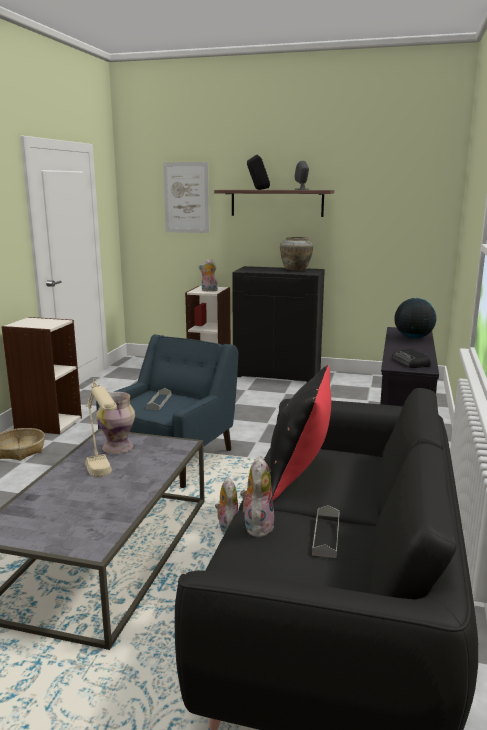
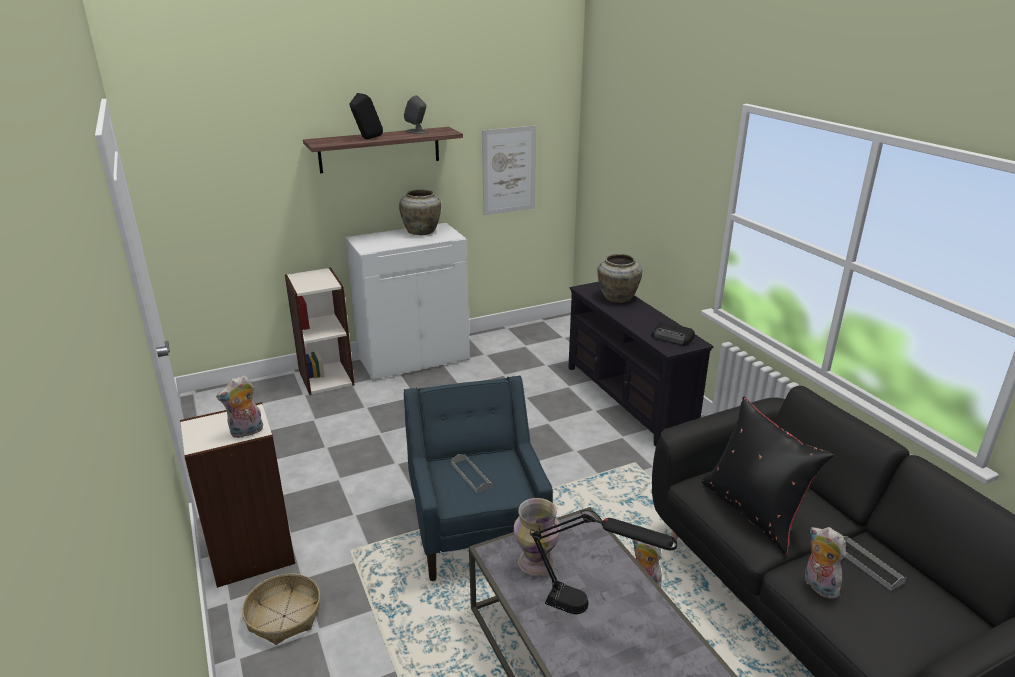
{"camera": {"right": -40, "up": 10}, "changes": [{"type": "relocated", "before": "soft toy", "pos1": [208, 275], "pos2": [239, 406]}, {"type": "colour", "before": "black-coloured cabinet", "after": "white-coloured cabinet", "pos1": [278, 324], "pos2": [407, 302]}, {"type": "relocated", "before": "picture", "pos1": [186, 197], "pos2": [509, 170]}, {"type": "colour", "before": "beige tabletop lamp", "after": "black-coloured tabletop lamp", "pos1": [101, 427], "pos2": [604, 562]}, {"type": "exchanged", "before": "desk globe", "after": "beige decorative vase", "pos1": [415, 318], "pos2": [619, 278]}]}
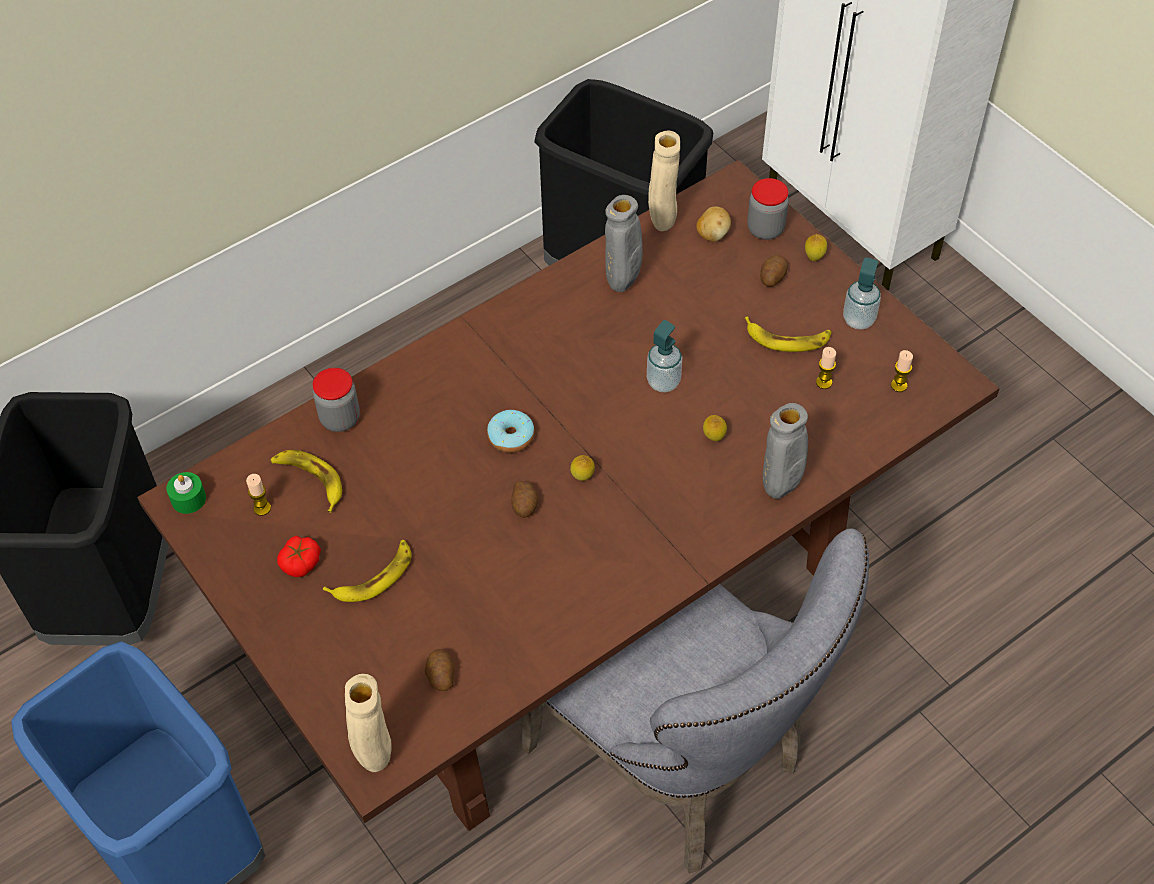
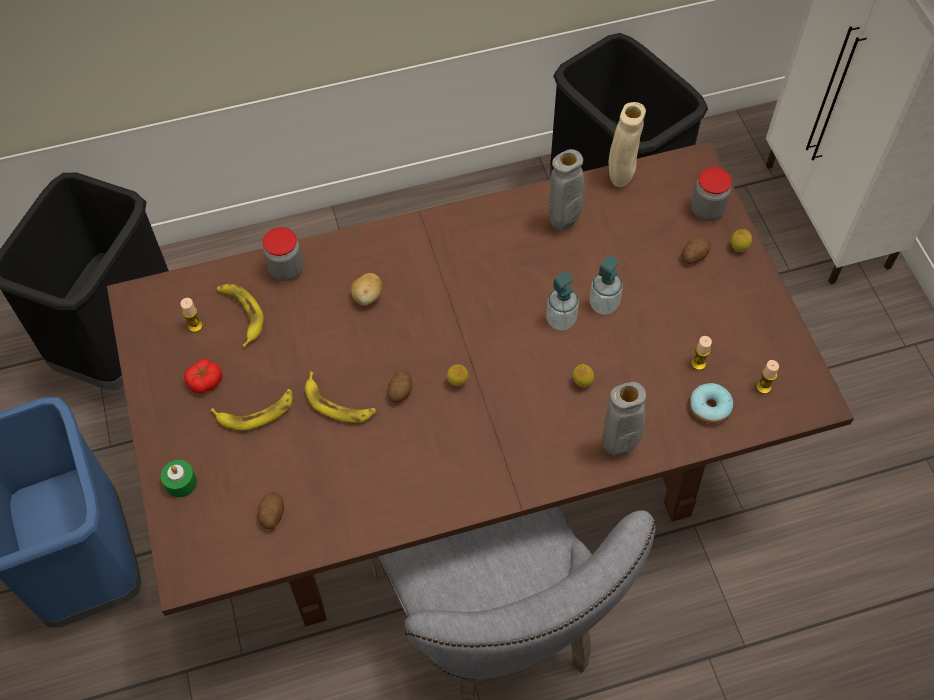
{"camera": {"right": 20, "up": 5}, "changes": [{"type": "relocated", "before": "green wax candle", "pos1": [186, 493], "pos2": [179, 479]}, {"type": "relocated", "before": "banana fruit", "pos1": [788, 334], "pos2": [340, 397]}, {"type": "relocated", "before": "spud", "pos1": [713, 223], "pos2": [367, 289]}, {"type": "relocated", "before": "soap dispenser", "pos1": [862, 293], "pos2": [606, 285]}, {"type": "relocated", "before": "ring doughnut", "pos1": [511, 431], "pos2": [711, 403]}, {"type": "missing", "before": "beige decorative vase", "pos1": [368, 723]}]}
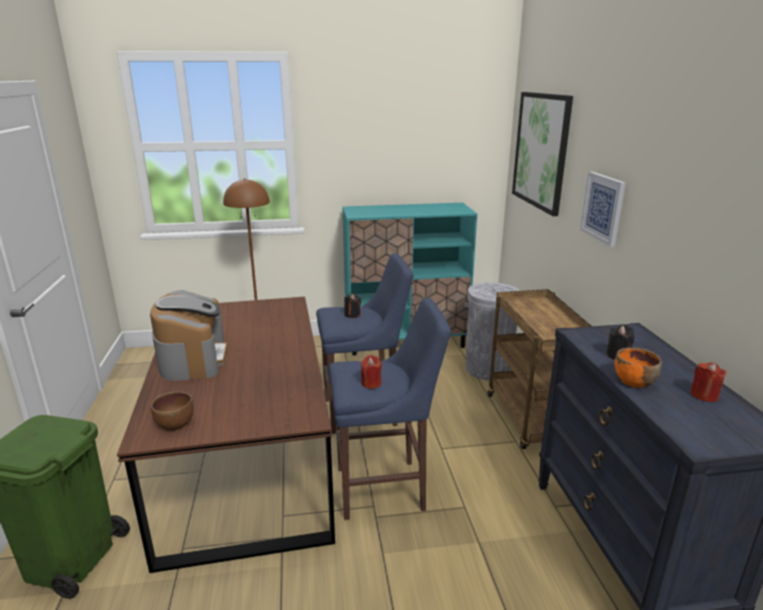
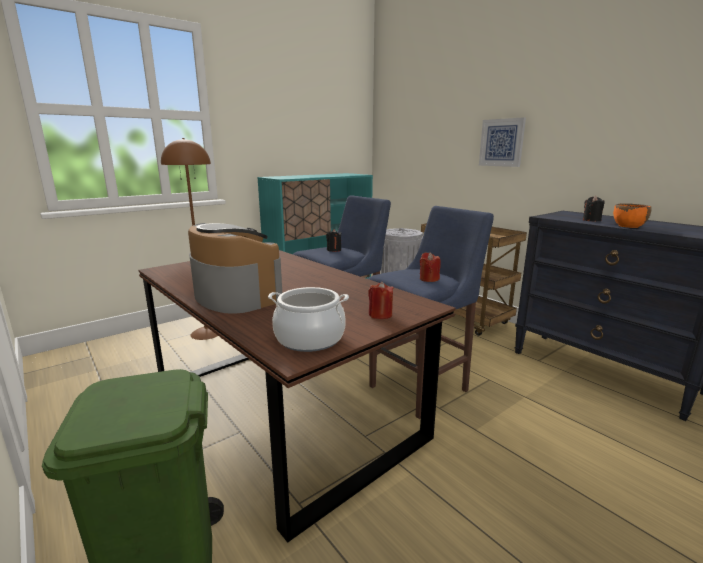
{"camera": {"right": -30, "up": -5}, "changes": [{"type": "exchanged", "before": "brownish serving bowl", "after": "cooking pot", "pos1": [172, 411], "pos2": [308, 319]}, {"type": "relocated", "before": "reddish wax candle", "pos1": [708, 382], "pos2": [381, 300]}, {"type": "missing", "before": "picture", "pos1": [542, 154]}]}
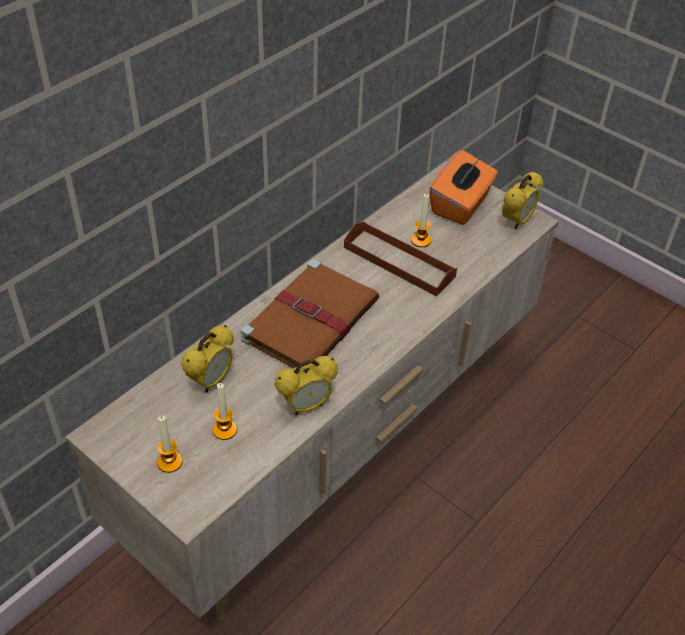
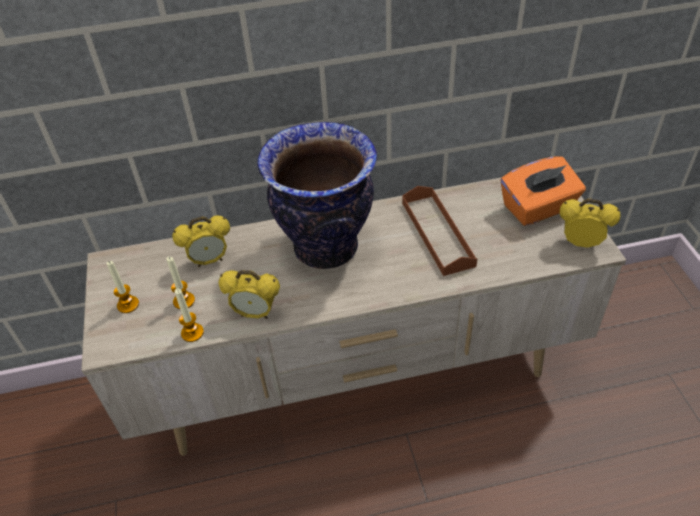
{"camera": {"right": 40, "up": 0}, "changes": [{"type": "relocated", "before": "wax candle", "pos1": [421, 220], "pos2": [189, 315]}, {"type": "exchanged", "before": "brownish volume", "after": "decorative vase", "pos1": [310, 314], "pos2": [317, 195]}, {"type": "spun", "before": "table clock", "pos1": [522, 200], "pos2": [590, 223], "turn": -150}]}
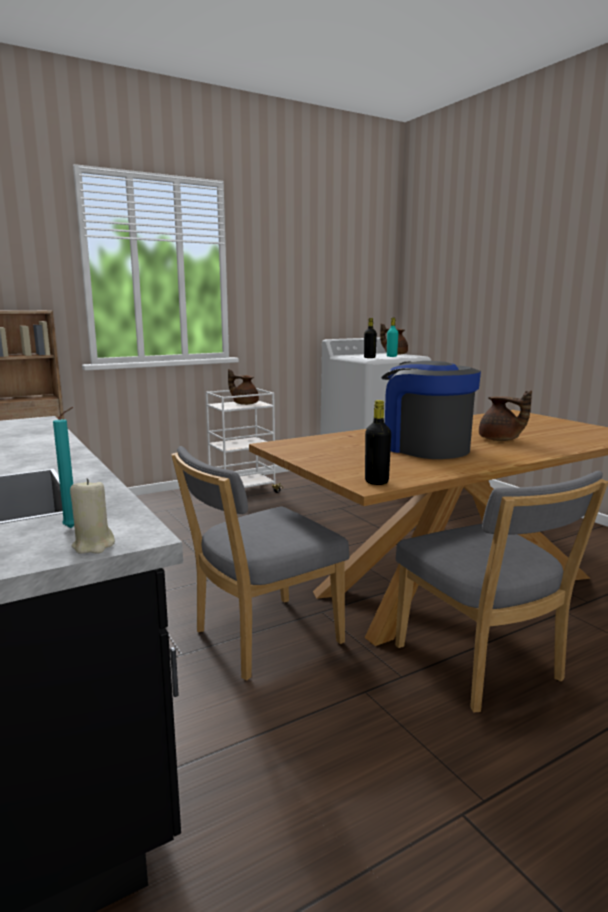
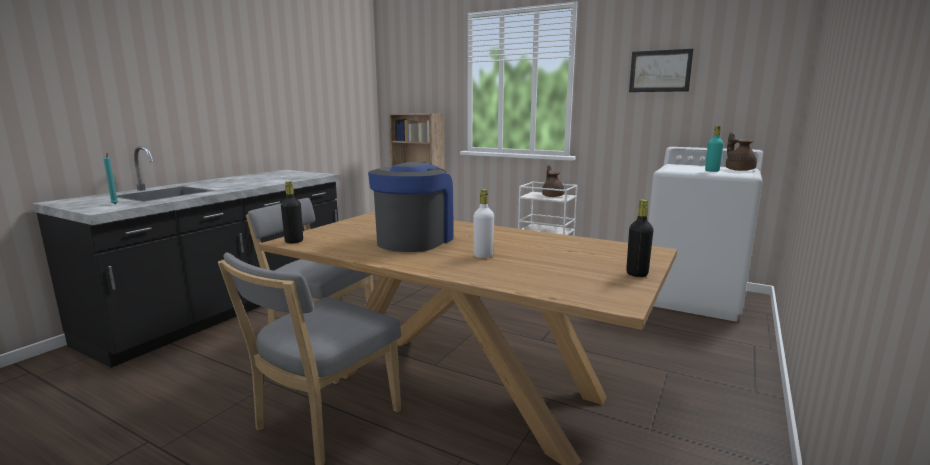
{"camera": {"right": 60, "up": 0}, "changes": [{"type": "exchanged", "before": "brownish pot for tea", "after": "white-coloured bottle", "pos1": [505, 415], "pos2": [484, 223]}, {"type": "relocated", "before": "black-coloured bottle", "pos1": [370, 338], "pos2": [639, 238]}, {"type": "appeared", "after": "picture", "pos2": [661, 70]}, {"type": "missing", "before": "beige wax candle", "pos1": [92, 516]}]}
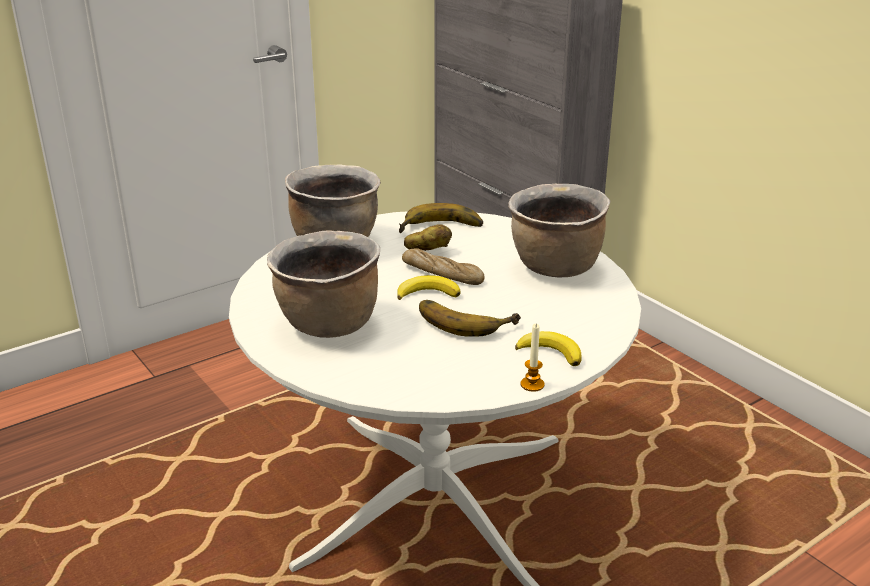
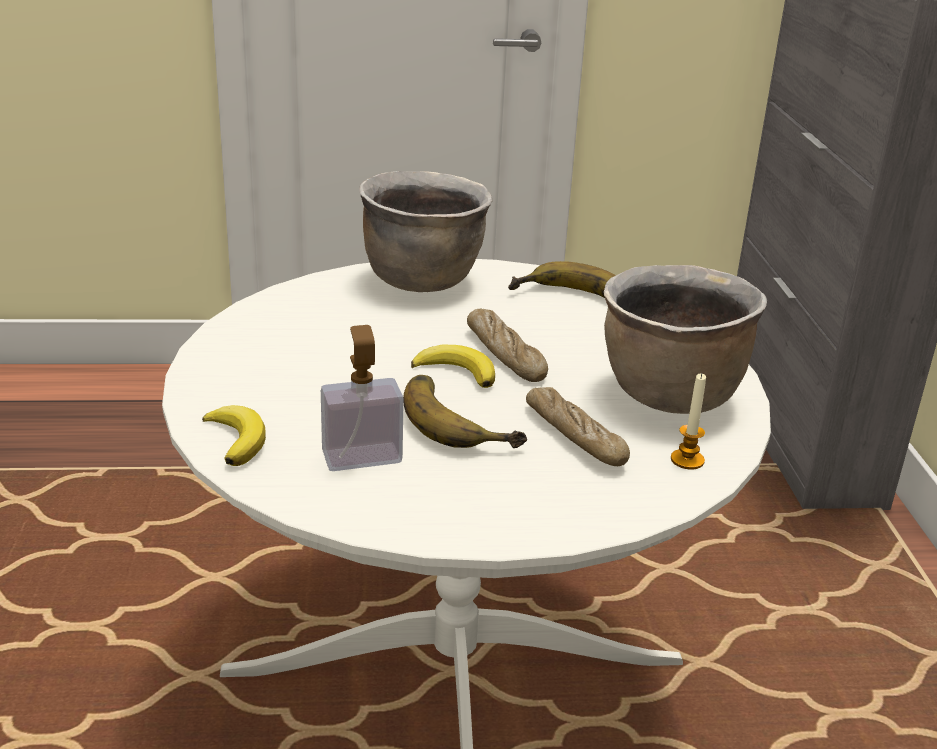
{"camera": {"right": 30, "up": 0}, "changes": [{"type": "relocated", "before": "banana fruit", "pos1": [548, 348], "pos2": [234, 435]}, {"type": "appeared", "after": "soap dispenser", "pos2": [362, 398]}, {"type": "appeared", "after": "baked bread", "pos2": [578, 426]}, {"type": "relocated", "before": "wax candle", "pos1": [532, 358], "pos2": [688, 421]}, {"type": "missing", "before": "brownish cooking pot", "pos1": [323, 284]}, {"type": "missing", "before": "spud", "pos1": [428, 237]}]}
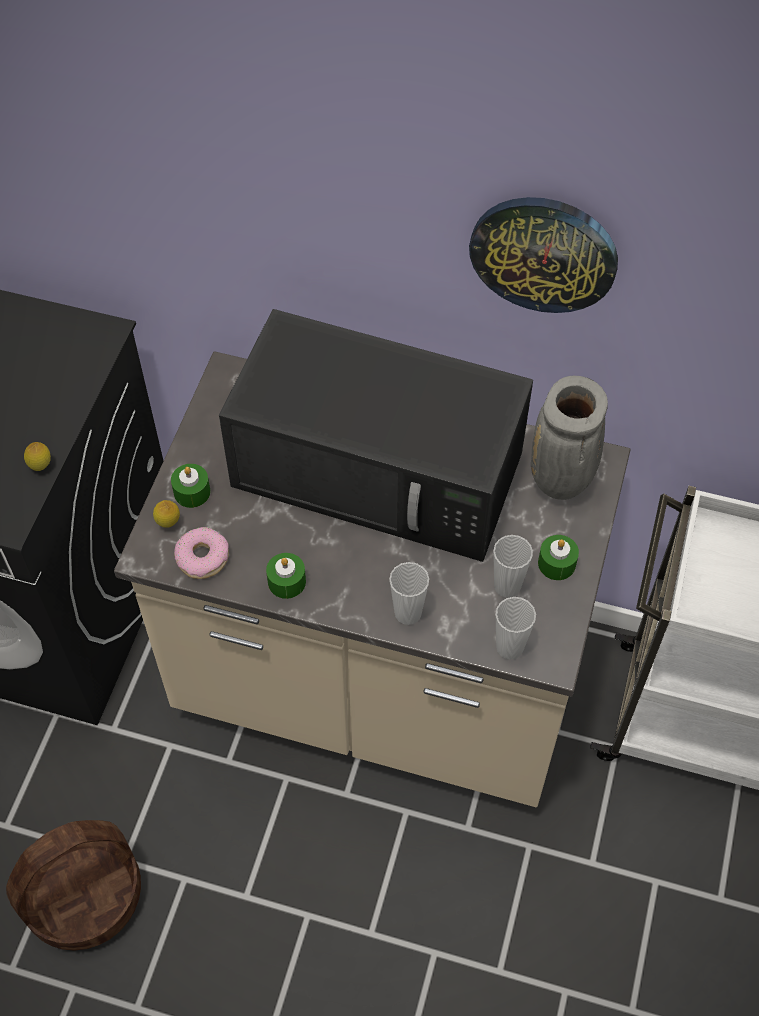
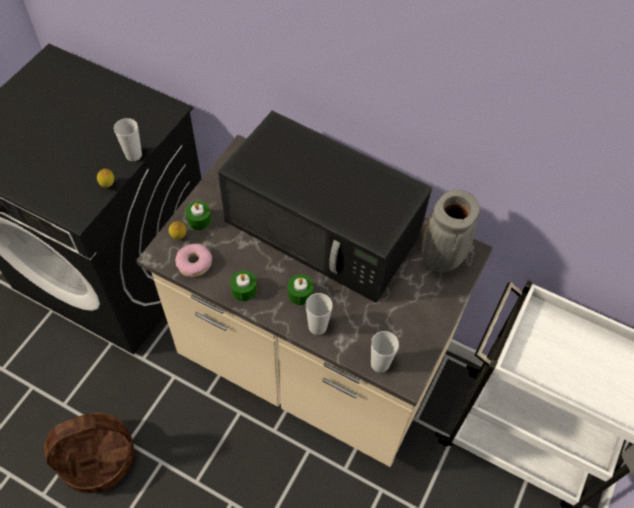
{"camera": {"right": 10, "up": 0}, "changes": [{"type": "relocated", "before": "drinking cup", "pos1": [513, 566], "pos2": [128, 139]}, {"type": "relocated", "before": "green wax candle", "pos1": [558, 557], "pos2": [301, 289]}, {"type": "missing", "before": "hanging clock", "pos1": [543, 255]}]}
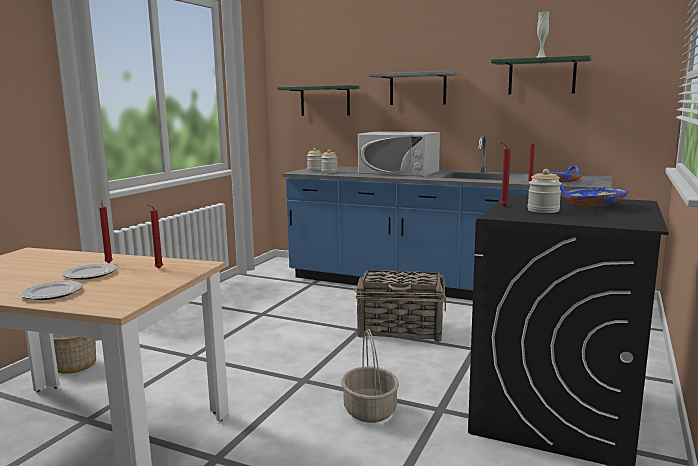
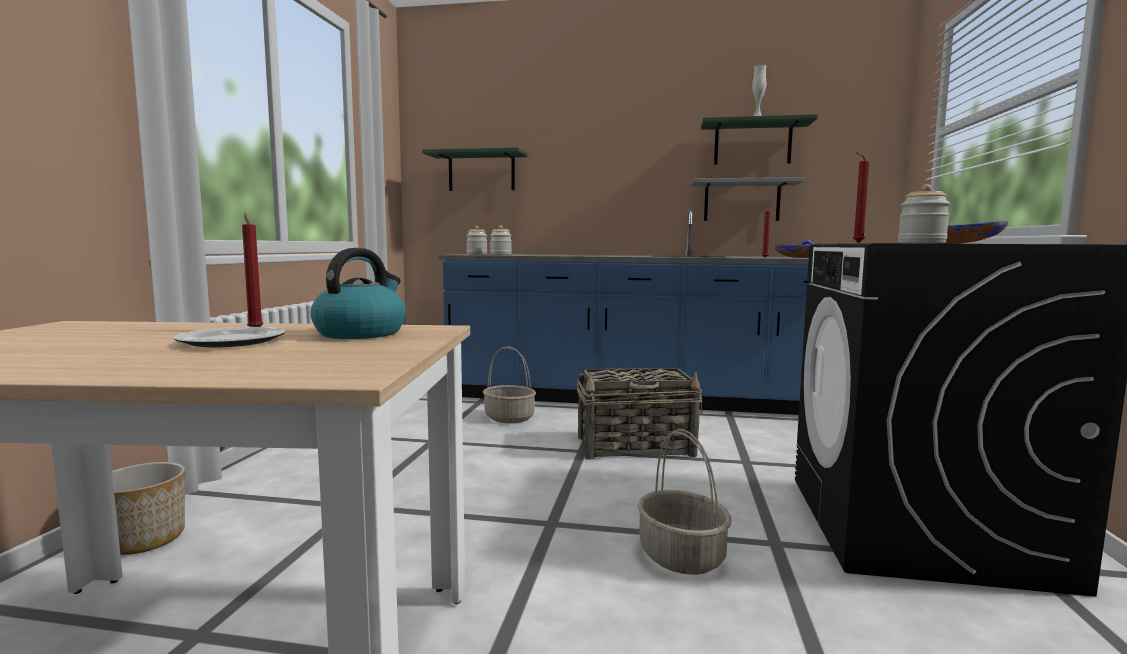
{"camera": {"right": -15, "up": -5}, "changes": [{"type": "exchanged", "before": "reddish wax candle", "after": "kettle", "pos1": [155, 236], "pos2": [358, 293]}, {"type": "appeared", "after": "basket", "pos2": [509, 384]}, {"type": "relocated", "before": "grey shelf", "pos1": [413, 88], "pos2": [748, 199]}, {"type": "missing", "before": "dinner plate", "pos1": [51, 290]}, {"type": "missing", "before": "white-coloured kitchen microwave", "pos1": [399, 153]}]}
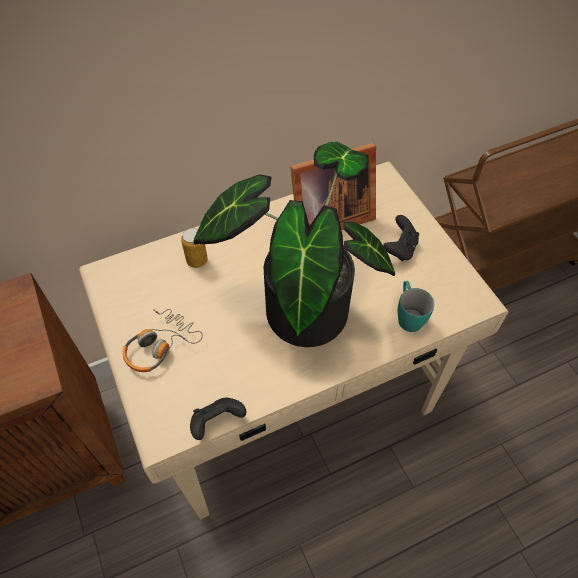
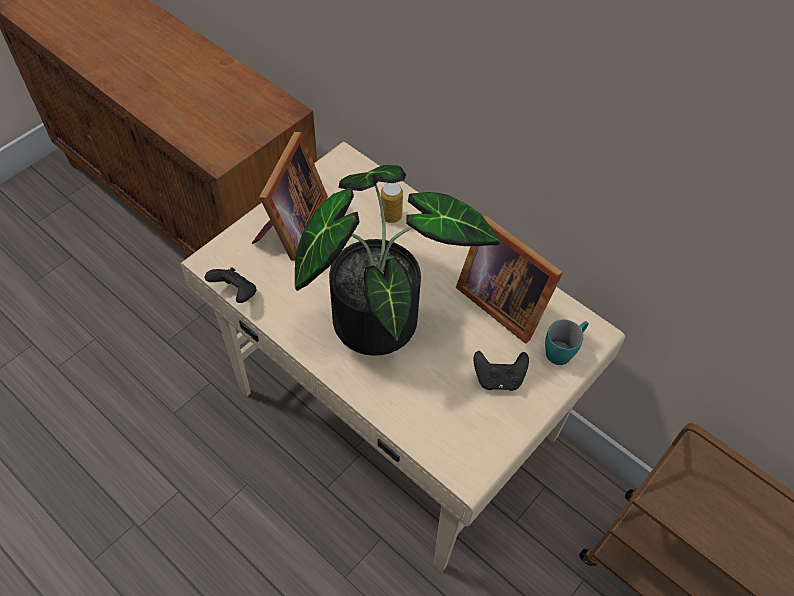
{"camera": {"right": 65, "up": 0}, "changes": [{"type": "exchanged", "before": "headphones", "after": "photo frame", "pos1": [163, 340], "pos2": [289, 196]}, {"type": "relocated", "before": "blue-green coffee mug", "pos1": [416, 306], "pos2": [567, 342]}]}
